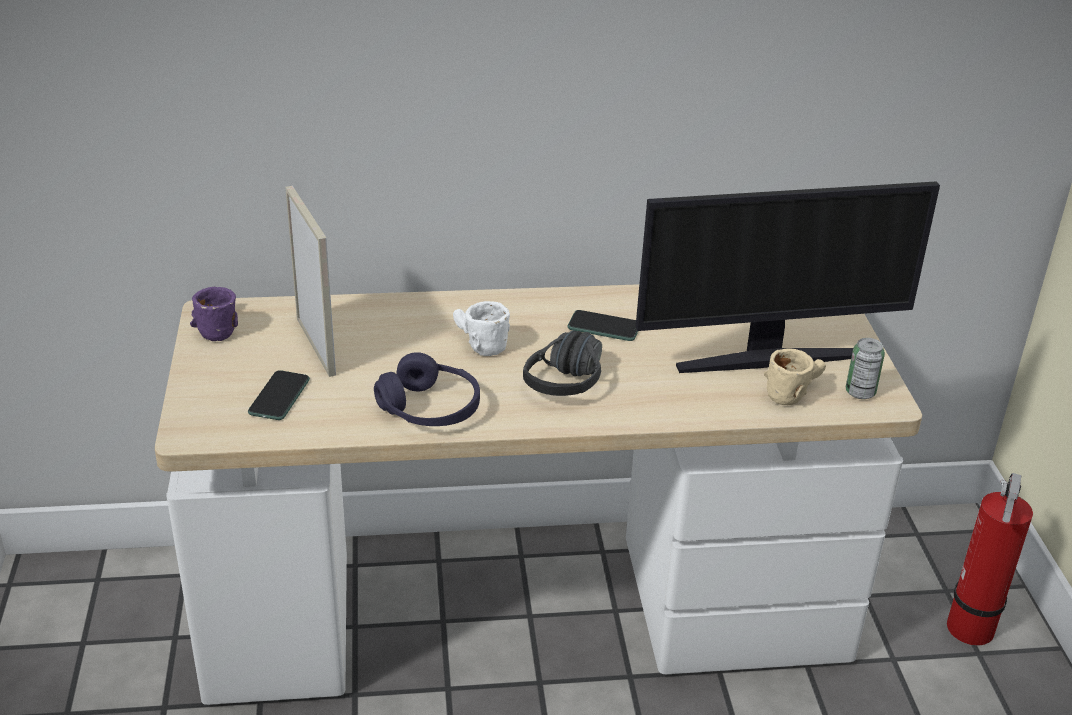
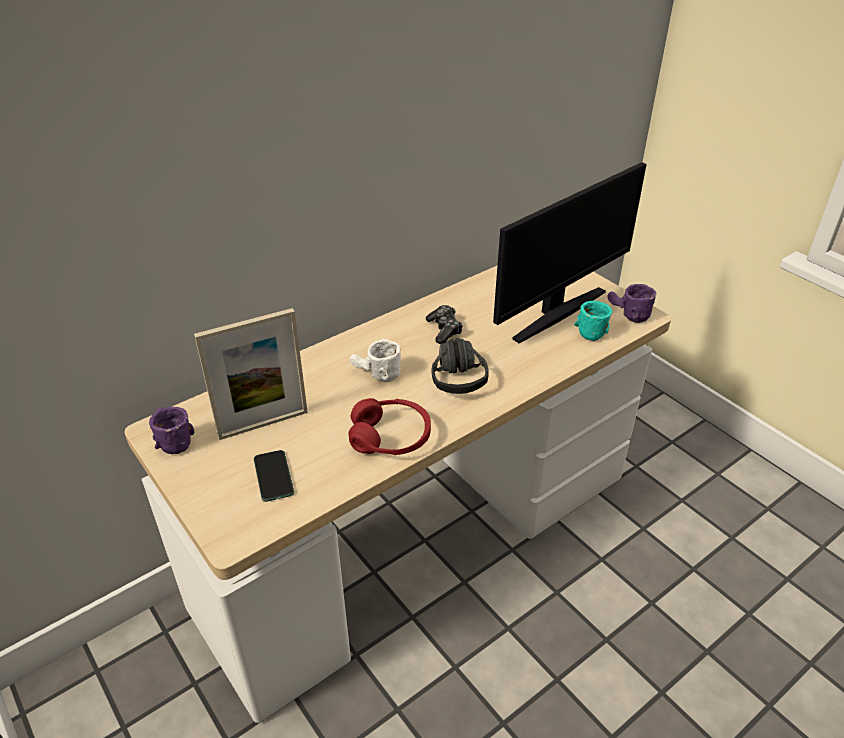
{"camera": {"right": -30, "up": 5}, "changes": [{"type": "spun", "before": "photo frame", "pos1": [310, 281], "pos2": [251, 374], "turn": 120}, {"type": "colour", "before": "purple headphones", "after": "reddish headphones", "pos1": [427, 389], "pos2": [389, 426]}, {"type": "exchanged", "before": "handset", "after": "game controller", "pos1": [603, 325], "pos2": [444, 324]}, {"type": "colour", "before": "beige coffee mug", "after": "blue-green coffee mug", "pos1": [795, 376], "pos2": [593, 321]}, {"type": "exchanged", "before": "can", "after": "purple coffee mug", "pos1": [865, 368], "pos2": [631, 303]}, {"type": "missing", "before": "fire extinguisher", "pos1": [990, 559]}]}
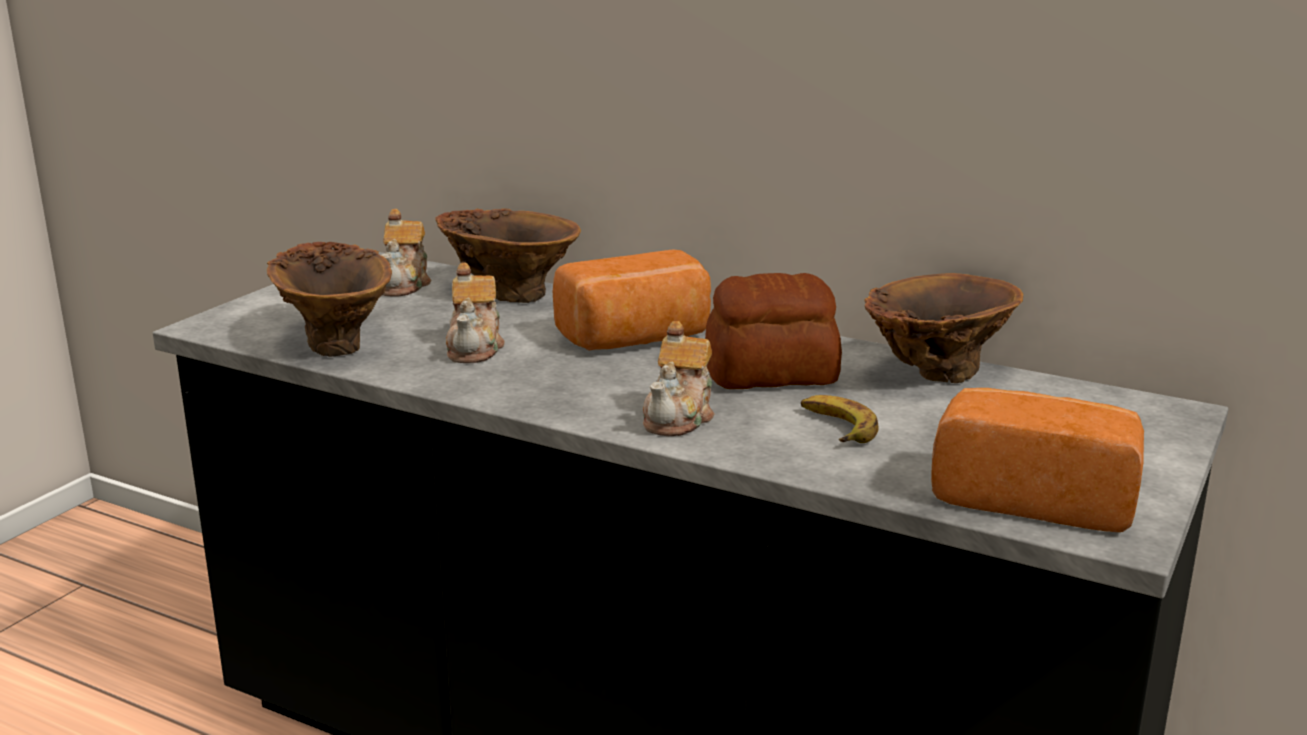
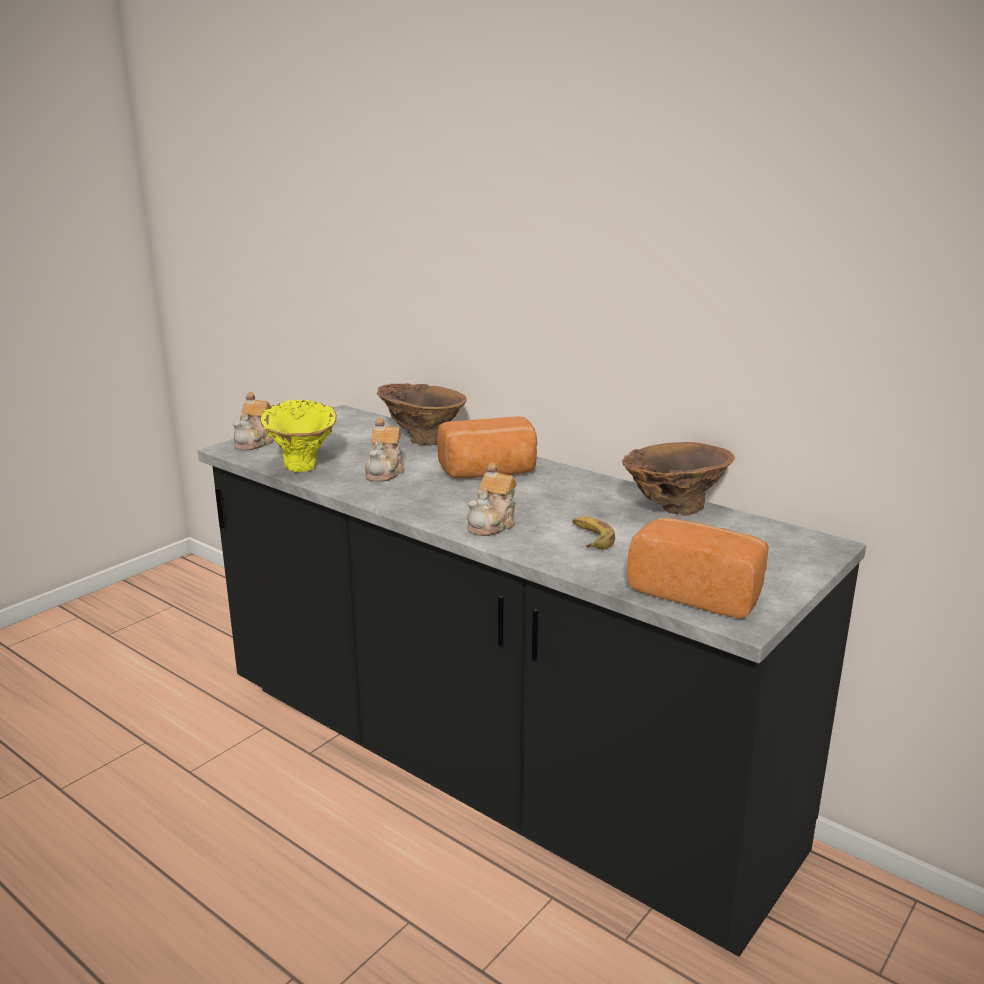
{"camera": {"right": 10, "up": 0}, "changes": [{"type": "relocated", "before": "pot for tea", "pos1": [406, 253], "pos2": [253, 421]}, {"type": "colour", "before": "brownish decorative vase", "after": "yellow decorative vase", "pos1": [329, 299], "pos2": [298, 436]}, {"type": "missing", "before": "baked bread", "pos1": [773, 331]}]}
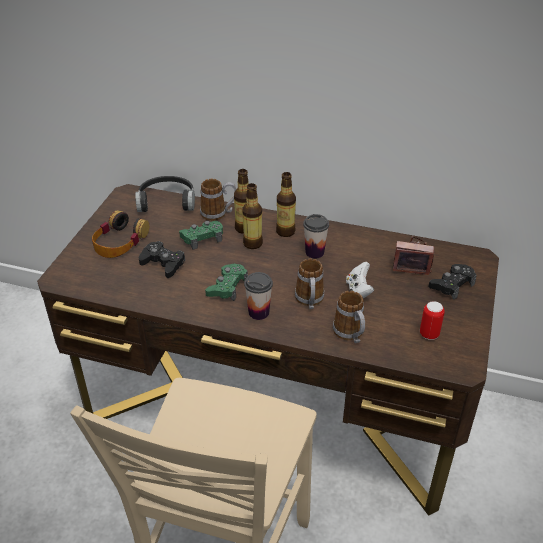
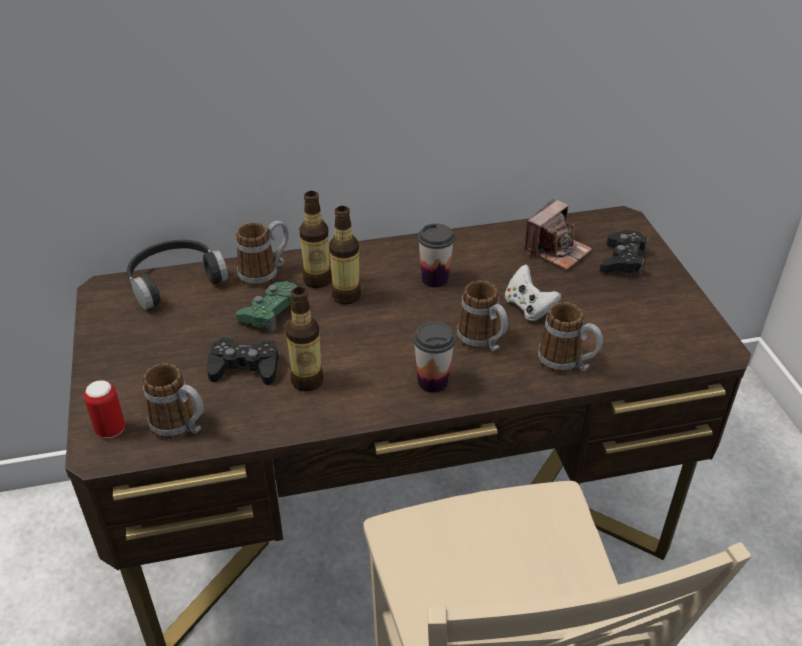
{"camera": {"right": -30, "up": 0}, "changes": [{"type": "relocated", "before": "can", "pos1": [432, 320], "pos2": [104, 409]}, {"type": "appeared", "after": "coffee mug", "pos2": [173, 401]}, {"type": "relocated", "before": "bottle", "pos1": [286, 204], "pos2": [304, 339]}, {"type": "spun", "before": "photo camera", "pos1": [414, 255], "pos2": [558, 234], "turn": 150}, {"type": "missing", "before": "headphones", "pos1": [120, 234]}, {"type": "missing", "before": "green game controller", "pos1": [226, 282]}]}
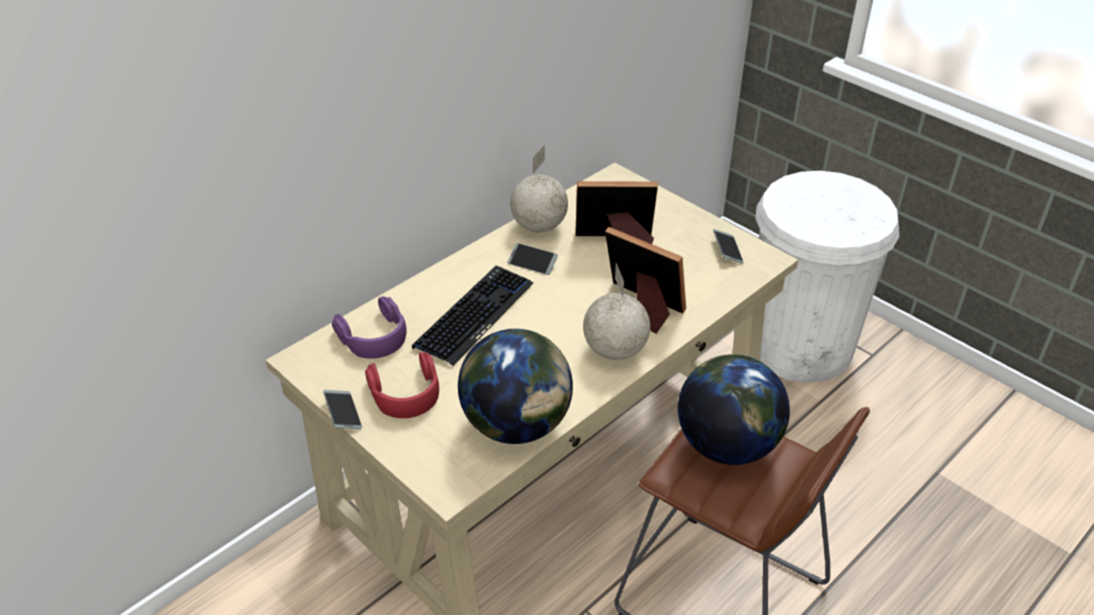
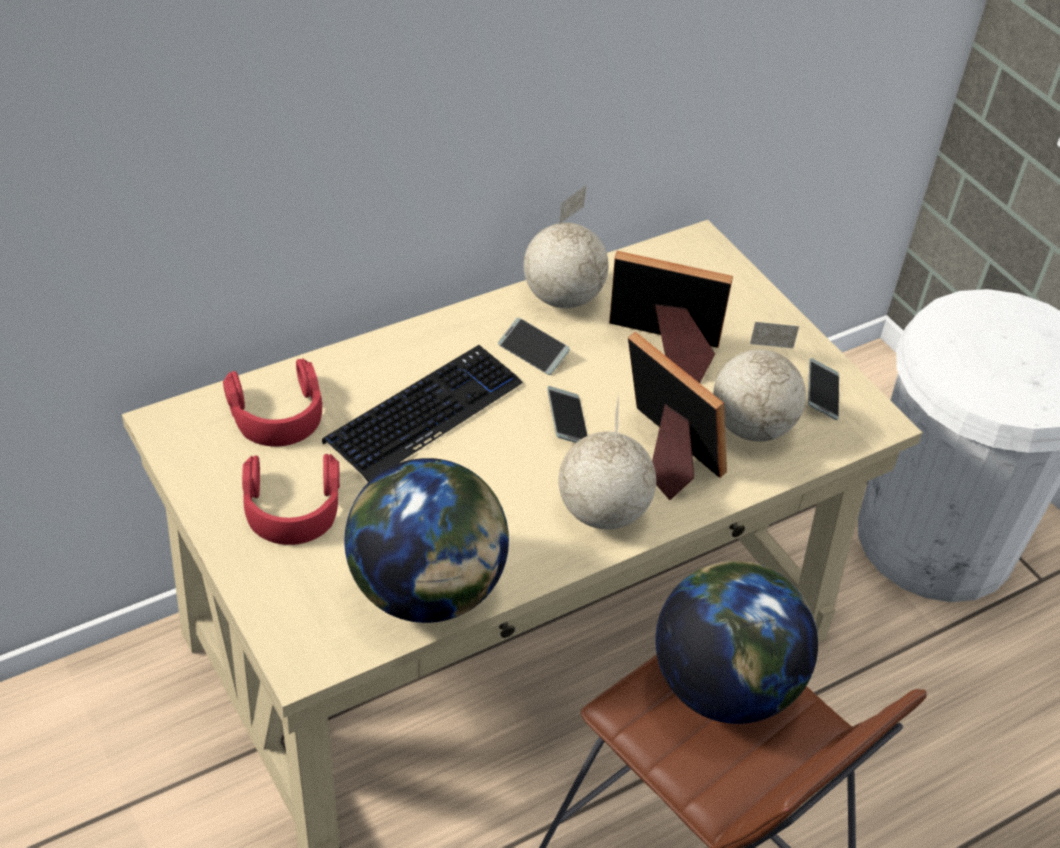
{"camera": {"right": 10, "up": 5}, "changes": [{"type": "colour", "before": "purple headphones", "after": "reddish headphones", "pos1": [369, 327], "pos2": [272, 402]}, {"type": "relocated", "before": "handset", "pos1": [342, 409], "pos2": [567, 414]}, {"type": "appeared", "after": "desk globe", "pos2": [759, 382]}]}
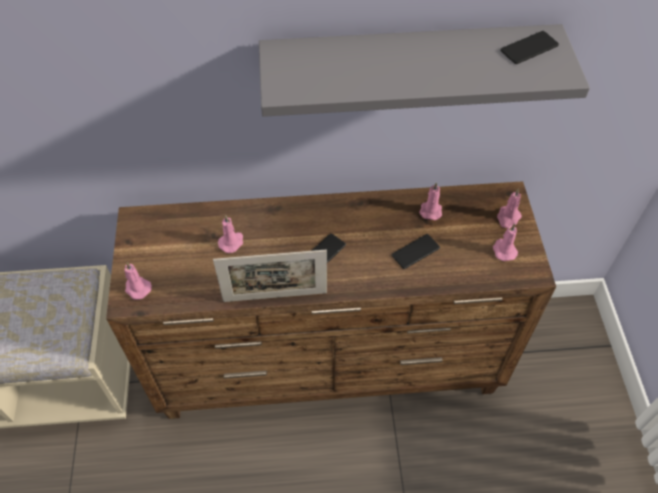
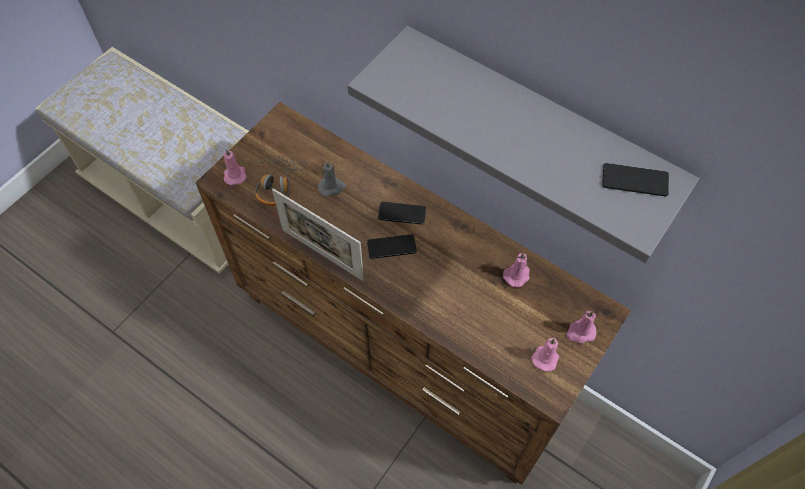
{"camera": {"right": 40, "up": 5}, "changes": [{"type": "appeared", "after": "headphones", "pos2": [281, 181]}, {"type": "colour", "before": "pink-coloured wax candle", "after": "grey wax candle", "pos1": [230, 234], "pos2": [332, 179]}, {"type": "relocated", "before": "handset", "pos1": [416, 251], "pos2": [402, 213]}]}
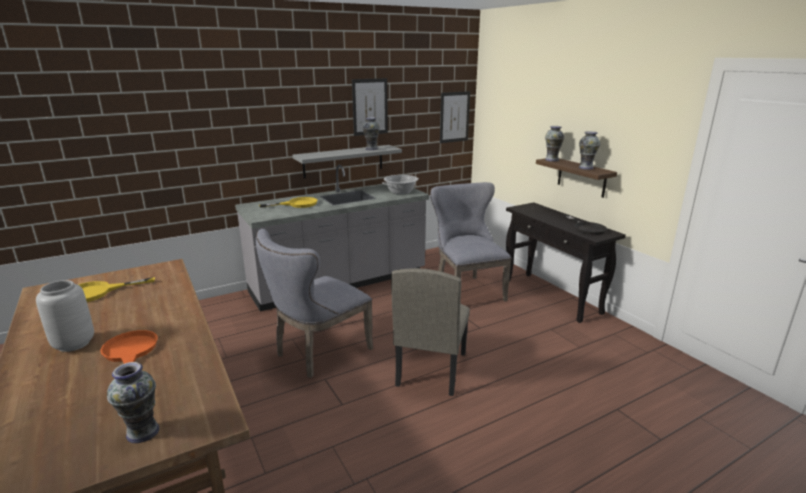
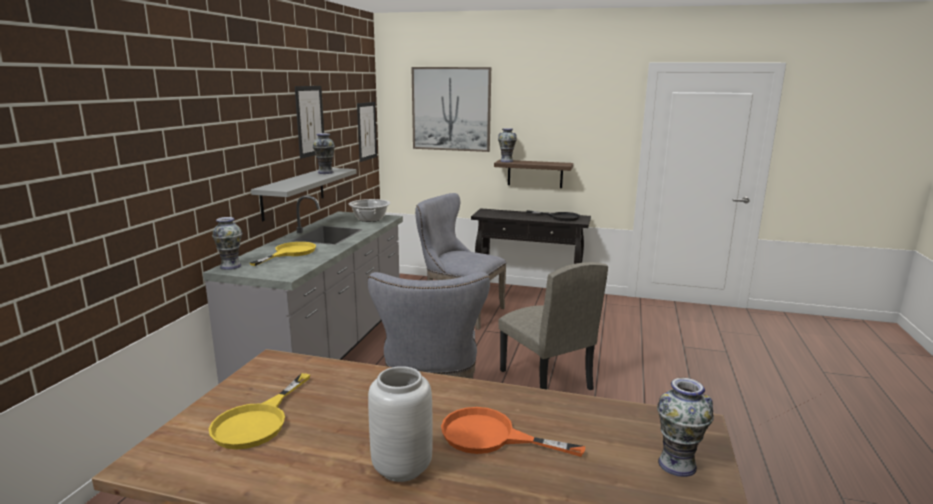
{"camera": {"right": -45, "up": -5}, "changes": [{"type": "relocated", "before": "decorative vase", "pos1": [590, 150], "pos2": [227, 243]}, {"type": "appeared", "after": "picture", "pos2": [451, 109]}]}
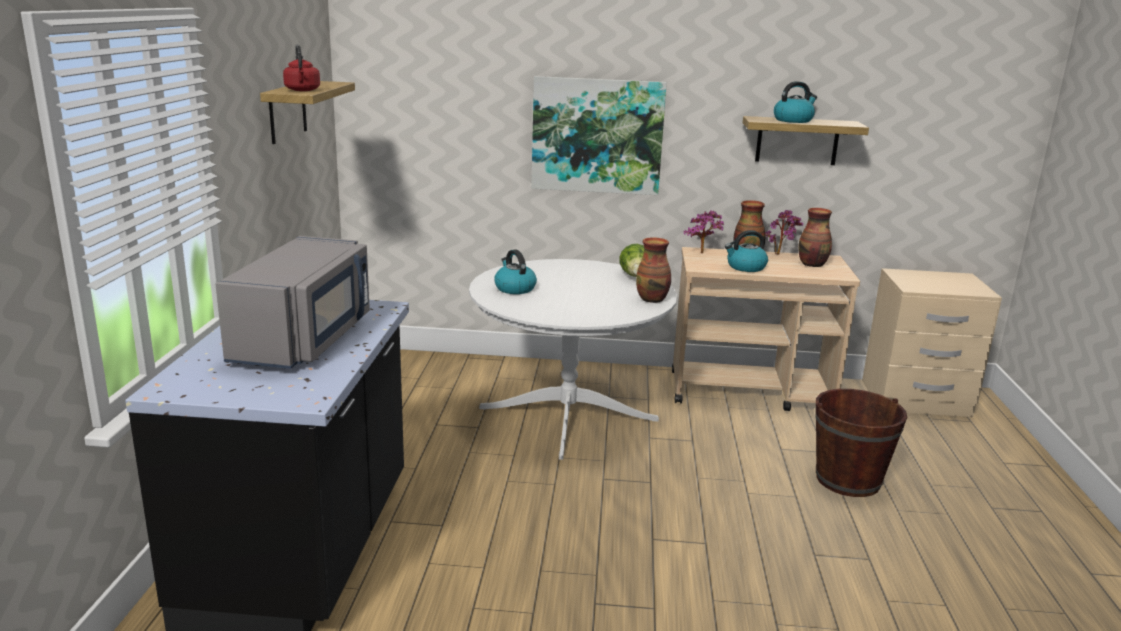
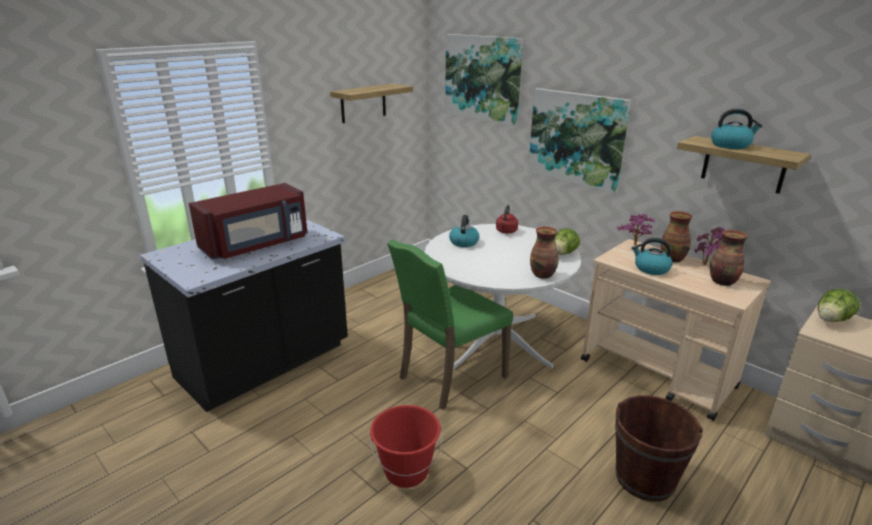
{"camera": {"right": 40, "up": 5}, "changes": [{"type": "colour", "before": "grey kitchen microwave", "after": "reddish kitchen microwave", "pos1": [293, 302], "pos2": [248, 221]}, {"type": "appeared", "after": "reddish pail", "pos2": [406, 446]}, {"type": "appeared", "after": "green upright chair", "pos2": [450, 325]}, {"type": "appeared", "after": "picture", "pos2": [484, 80]}, {"type": "relocated", "before": "reddish kettle", "pos1": [301, 68], "pos2": [507, 218]}, {"type": "appeared", "after": "head of lettuce", "pos2": [838, 305]}]}
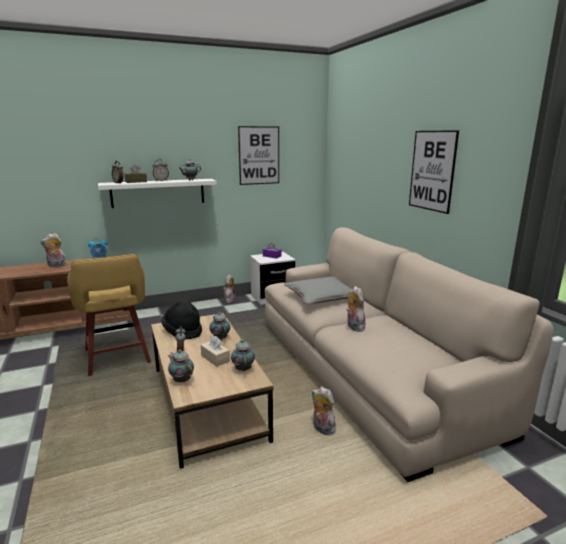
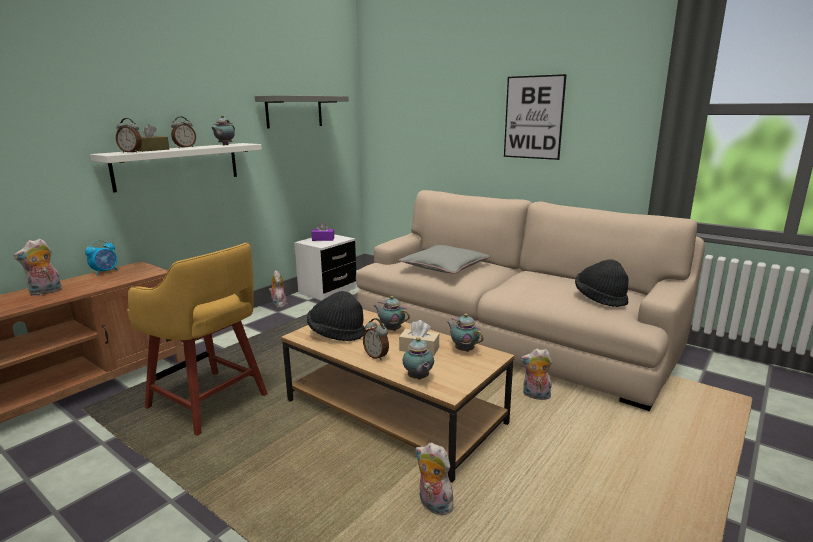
{"camera": {"right": -30, "up": 0}, "changes": [{"type": "exchanged", "before": "picture", "after": "grey shelf", "pos1": [258, 155], "pos2": [302, 112]}, {"type": "spun", "before": "pot for tea", "pos1": [181, 366], "pos2": [418, 358], "turn": -120}, {"type": "relocated", "before": "soft toy", "pos1": [357, 309], "pos2": [436, 479]}, {"type": "appeared", "after": "black-coloured hat", "pos2": [602, 283]}]}
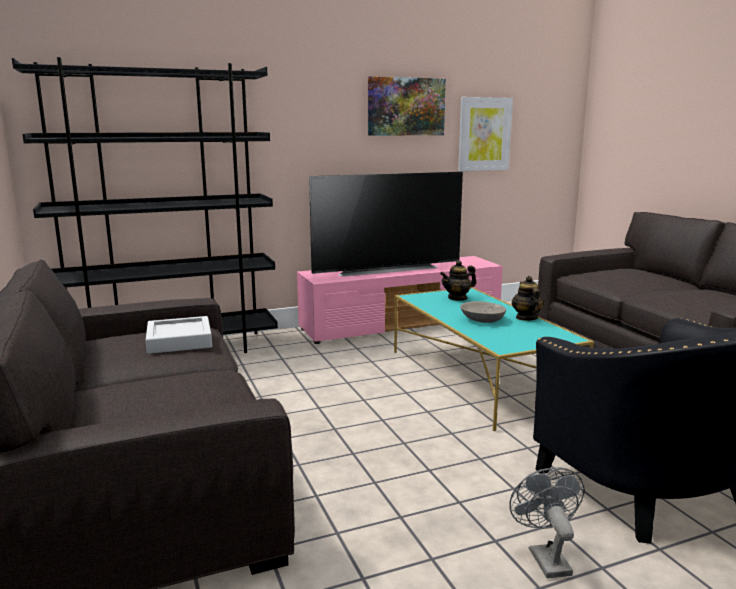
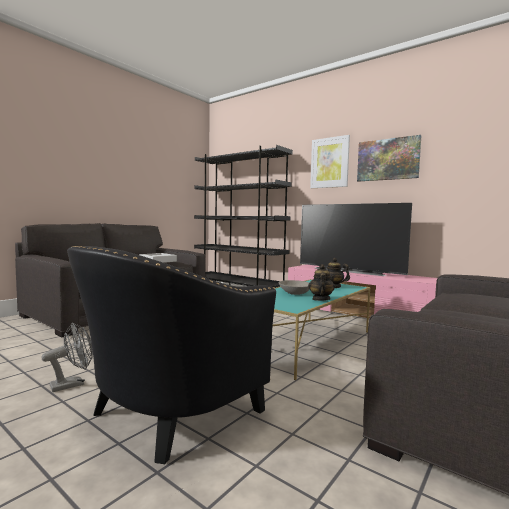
{"camera": {"right": 60, "up": -10}, "changes": [{"type": "spun", "before": "pot for tea", "pos1": [528, 298], "pos2": [321, 282], "turn": -45}, {"type": "relocated", "before": "picture", "pos1": [485, 134], "pos2": [330, 161]}]}
